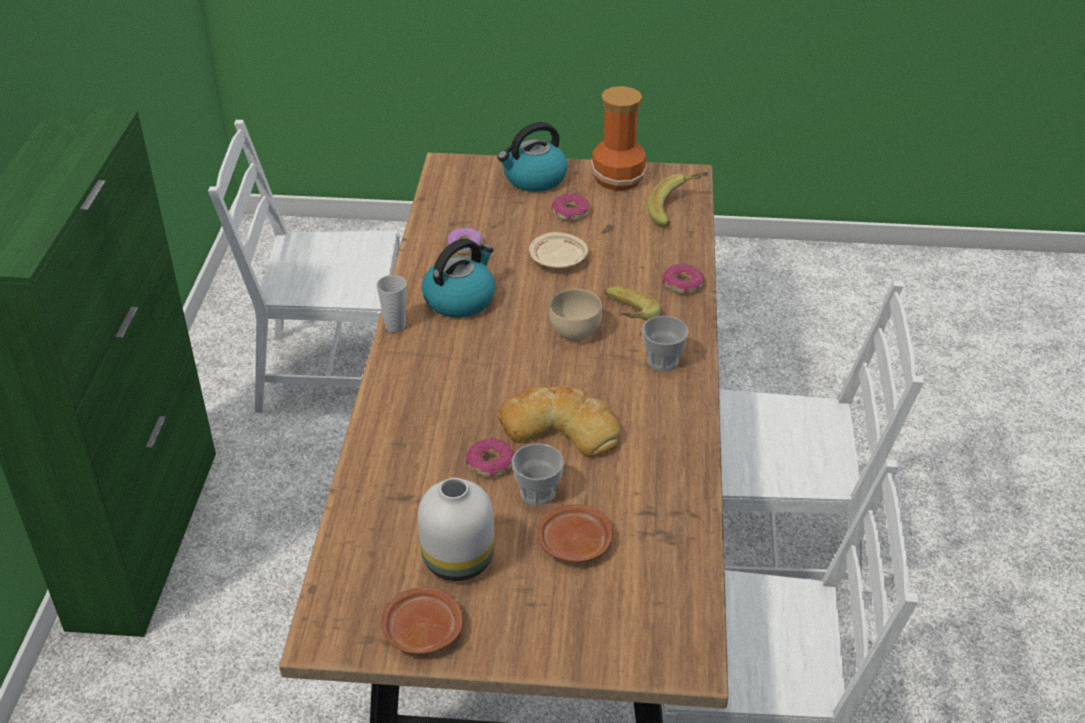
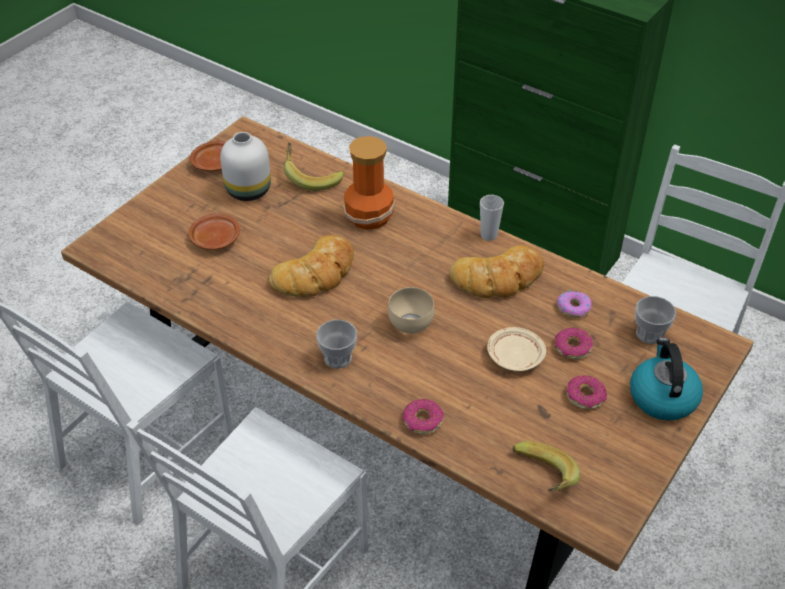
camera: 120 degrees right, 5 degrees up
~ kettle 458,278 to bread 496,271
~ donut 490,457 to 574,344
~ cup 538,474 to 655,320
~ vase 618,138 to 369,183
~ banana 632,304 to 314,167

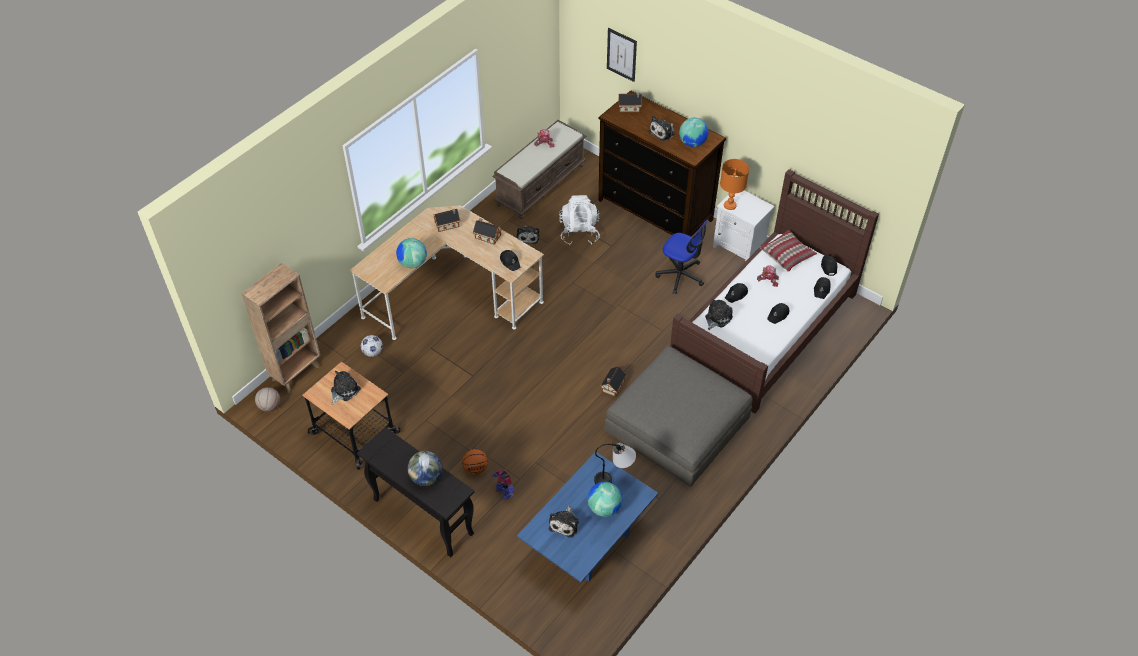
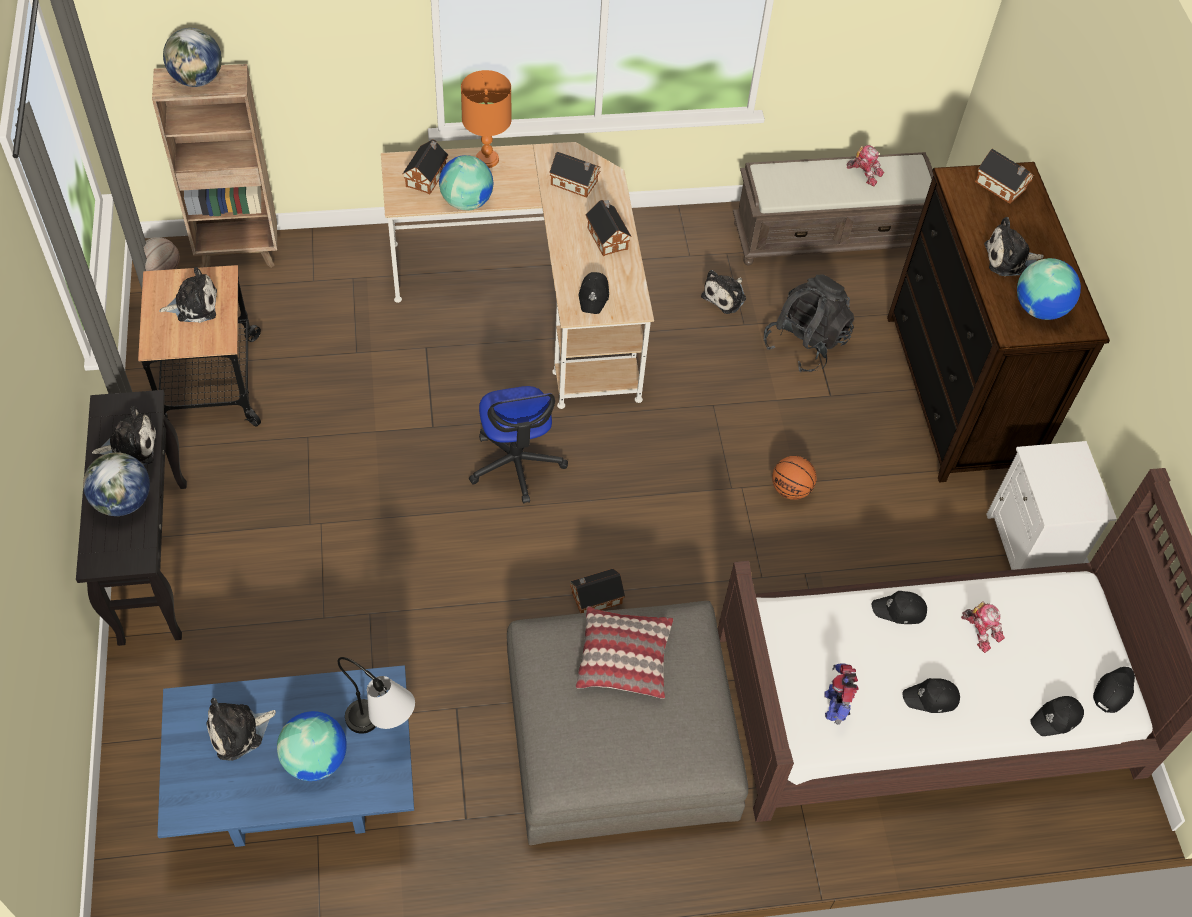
camera: 40 degrees right, 5 degrees up
- football 372,346
~ basketball 475,462 to 794,478
~ toy robot 503,484 to 842,694
~ backpack in white 579,220 to backpack in black 808,323
- picture 622,55
~ office chair 681,257 to 518,445
~ plush toy 719,314 to 124,435
~ table lamp in orange 734,184 to 486,119
~ pillow 788,251 to 624,652
+ globe 192,57
+ toy house 425,166

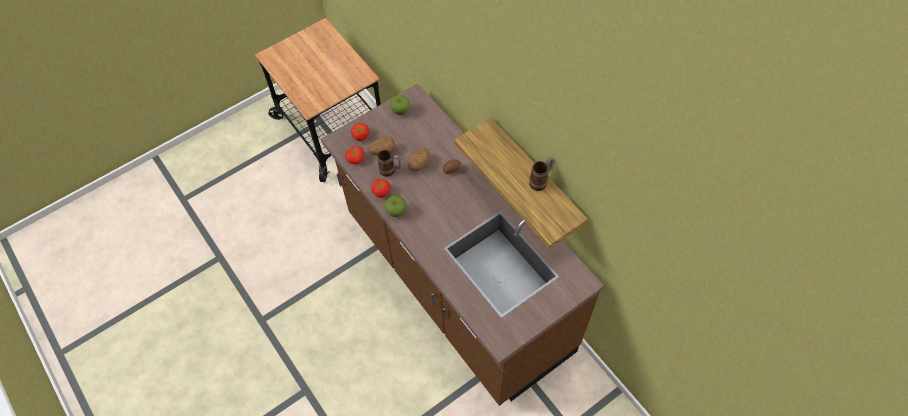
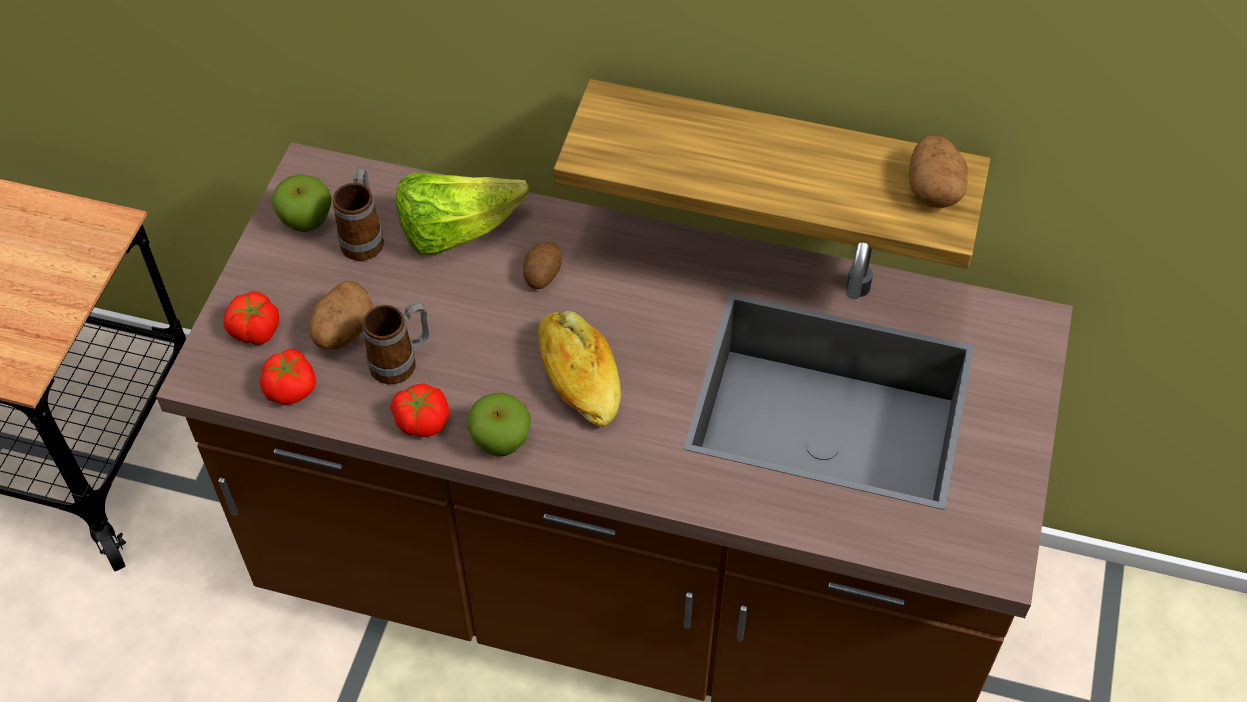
camera: 40 degrees left, 5 degrees down
~ potato 418,159 to 938,171
~ mug 541,174 to 358,214
+ lettuce 462,213
+ bread 579,369

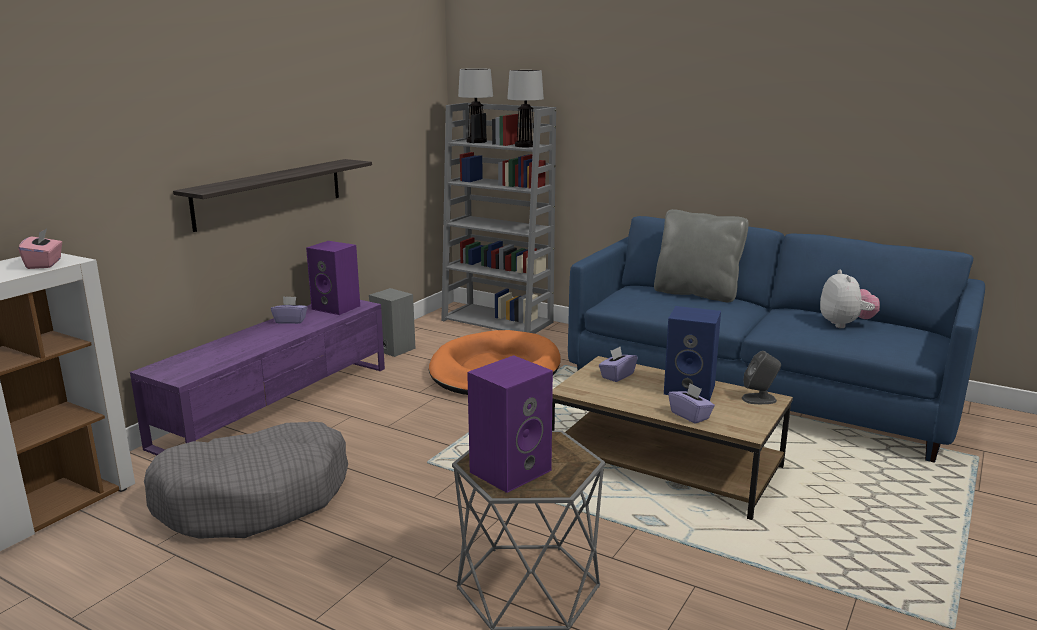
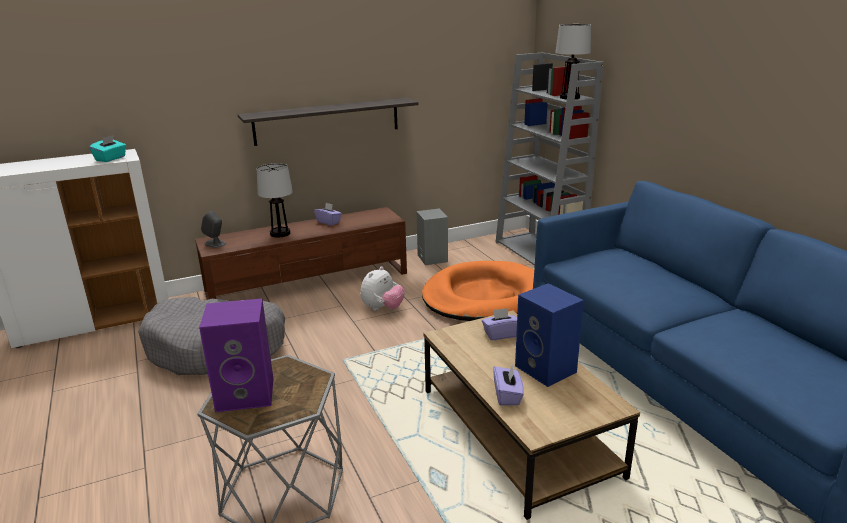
camera: 35 degrees right, 5 degrees up
~ tissue box in pink 40,249 to tissue box in turquoise 107,148
~ tv stand in purple 257,377 to tv stand in brown 301,253
- speaker in purple 333,278
~ table lamp 475,105 to 275,200
- pillow in grey 701,255
~ speaker in grey 761,377 to 213,229
~ plush toy 850,299 to 382,288

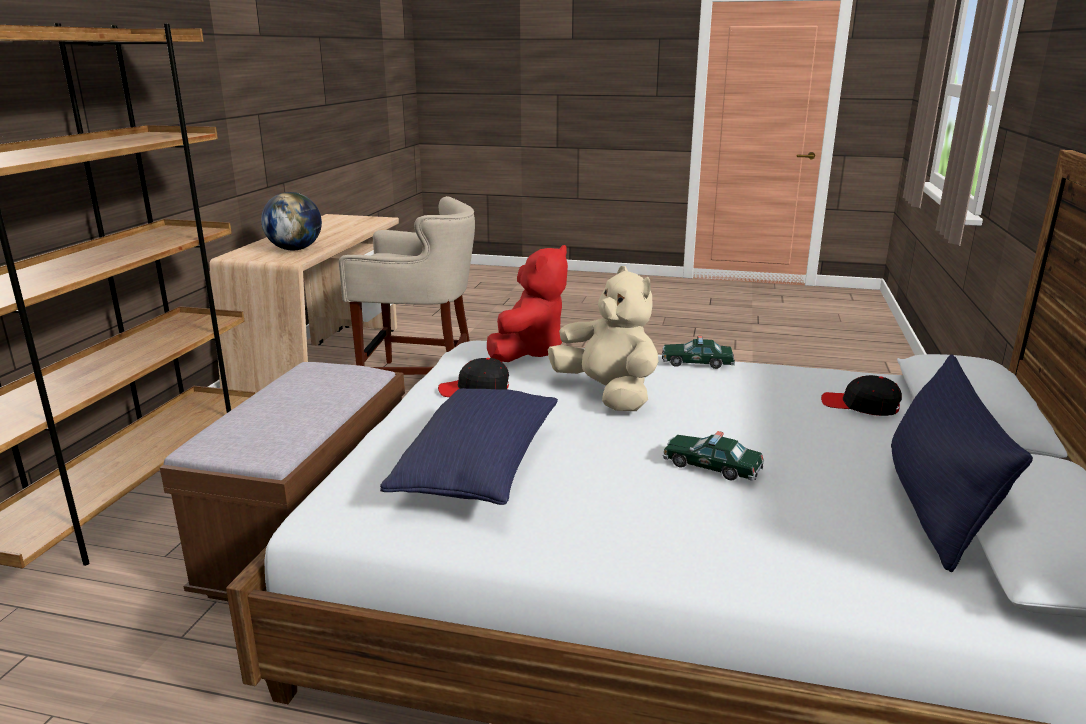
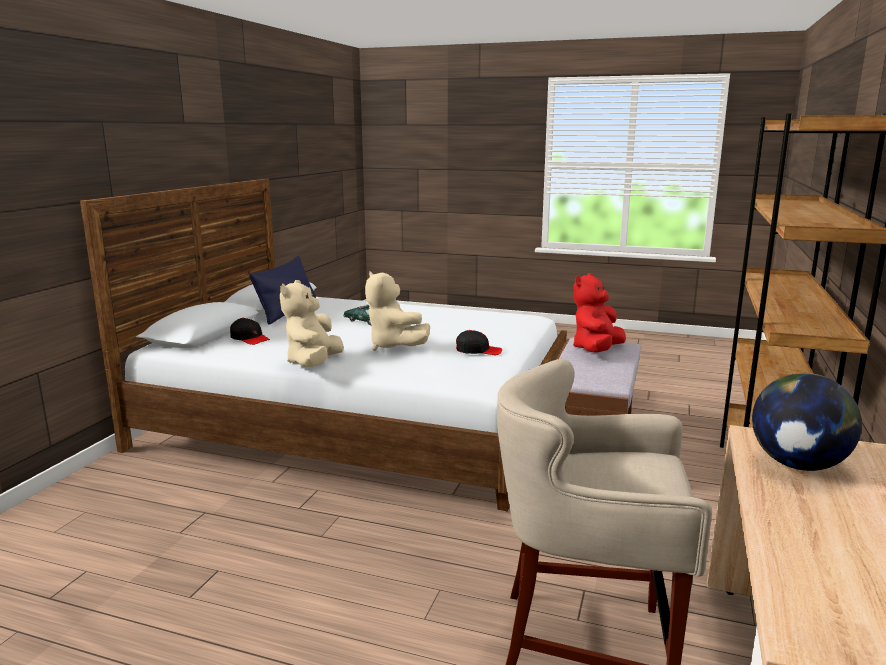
camera: 175 degrees left, 5 degrees down
- pillow in blue 469,446
~ plush toy in red 527,303 to 599,313
~ toy car 698,352 to plush toy in beige 312,323

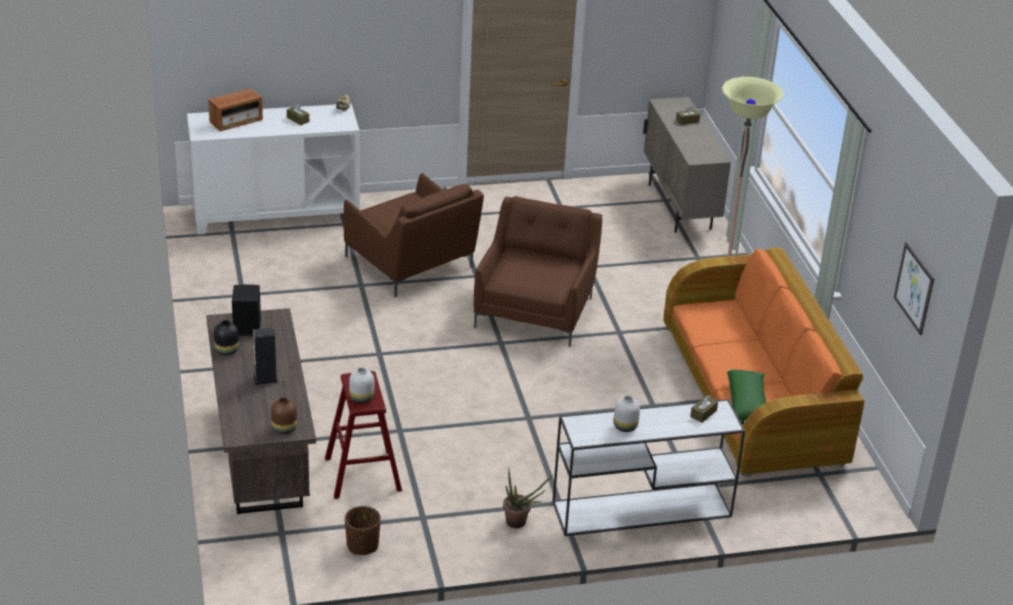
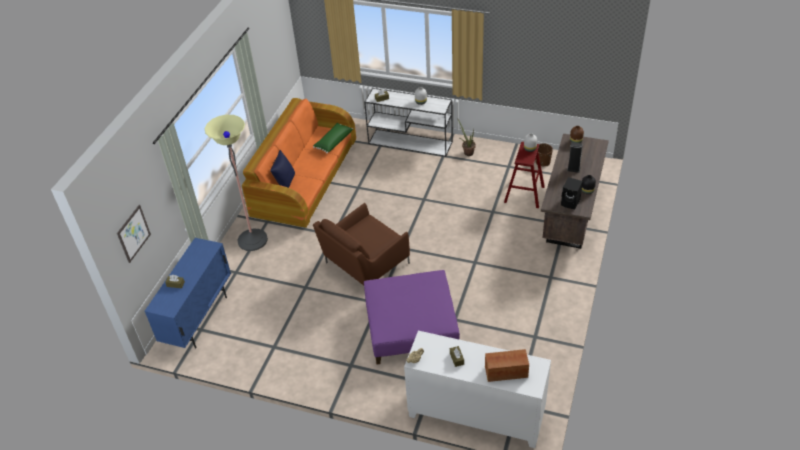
camera: 145 degrees left, 10 degrees up
~ armchair in brown 414,235 to ottoman in purple 412,317
~ cabinet in beige 687,165 to cabinet in blue 187,293
~ picture 914,288 to 134,234
+ pillow in blue 282,169

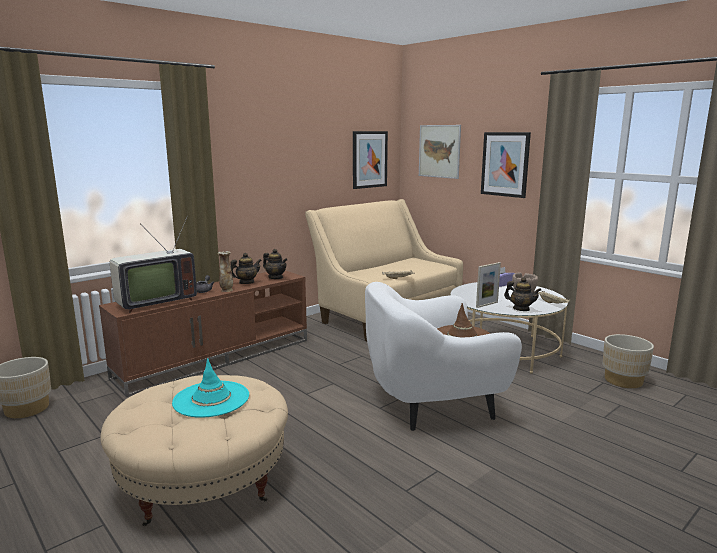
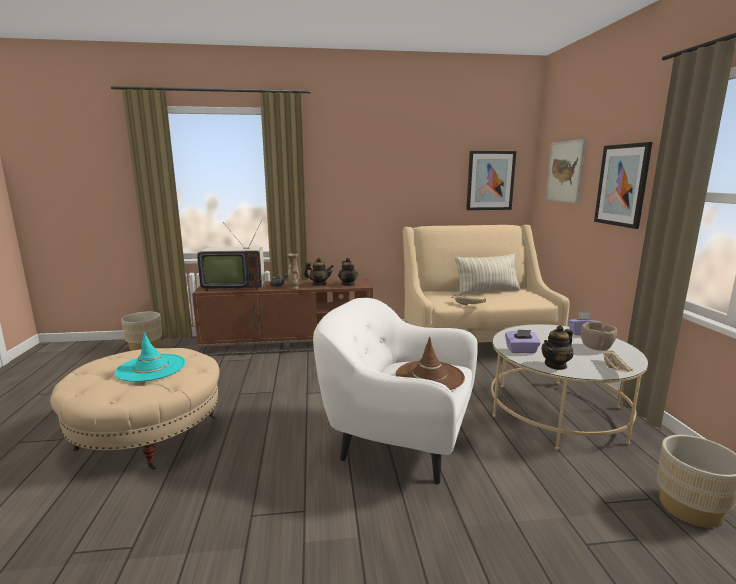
camera: 35 degrees right, 0 degrees up
~ picture frame 488,285 to tissue box in purple 522,341
~ teapot 522,294 = 557,347 75 degrees clockwise
+ pillow 487,274

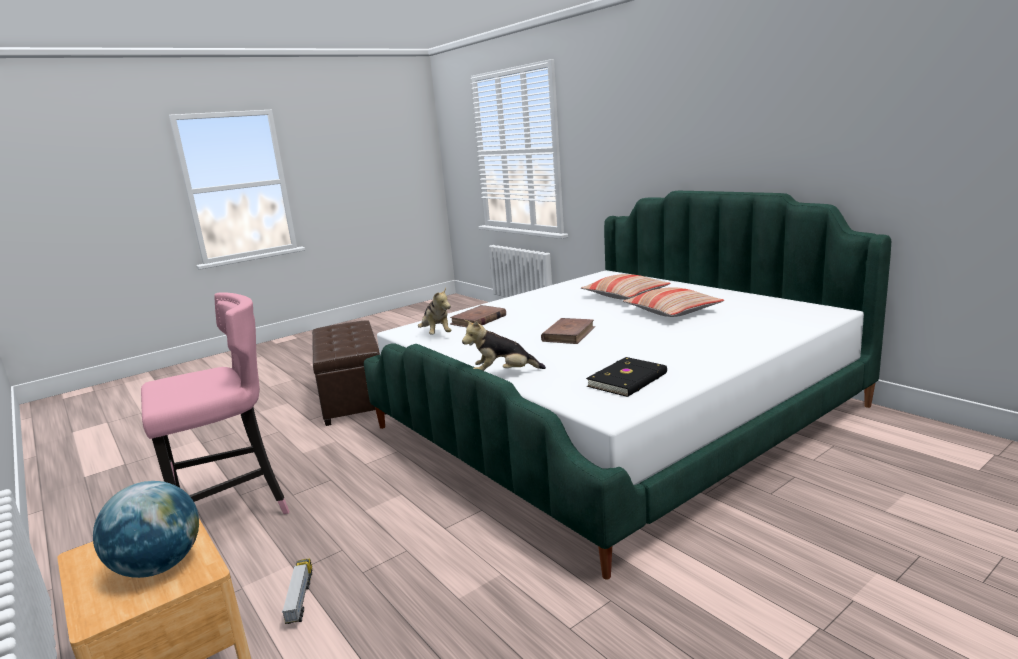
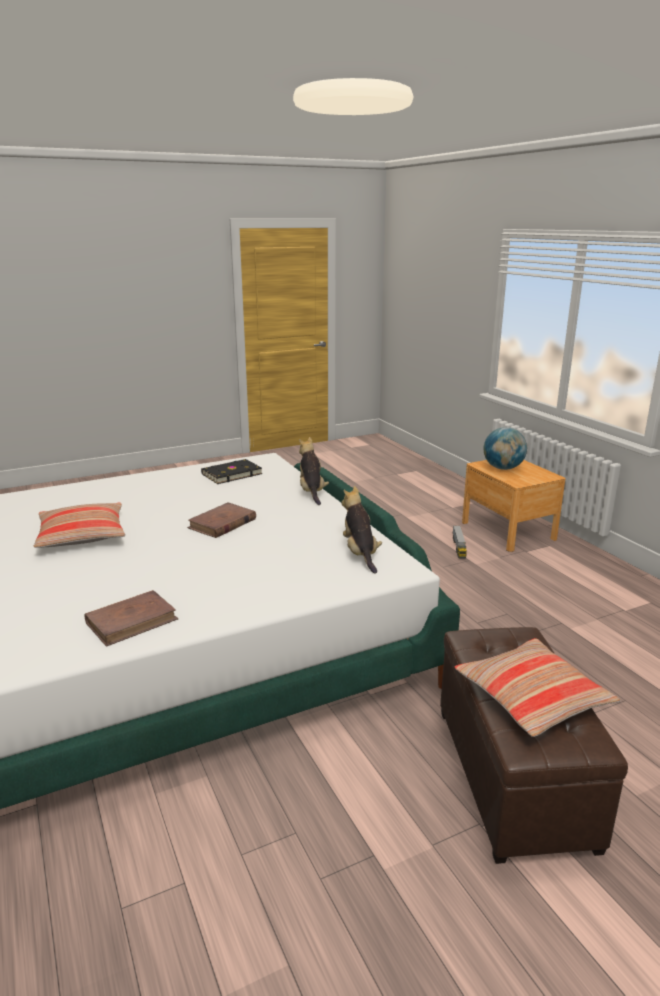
camera: 170 degrees left, 5 degrees up
- stool in pink 215,403
~ book in brown 478,316 to 131,618
~ plush toy 504,345 = 314,471 105 degrees counterclockwise
~ pillow 626,287 to 538,687

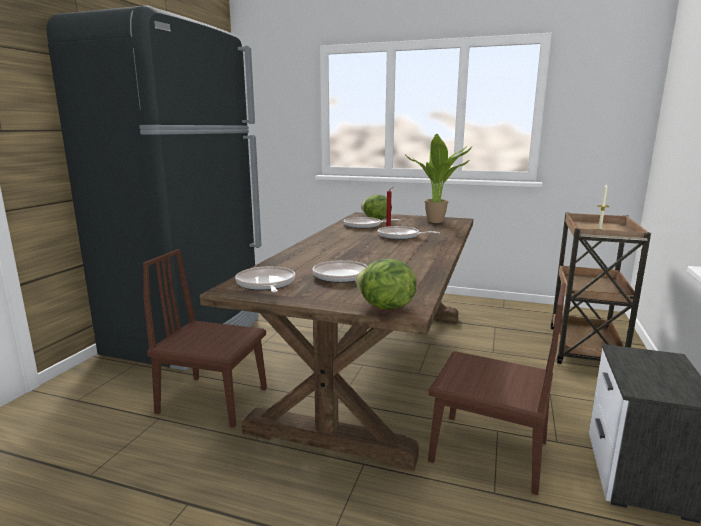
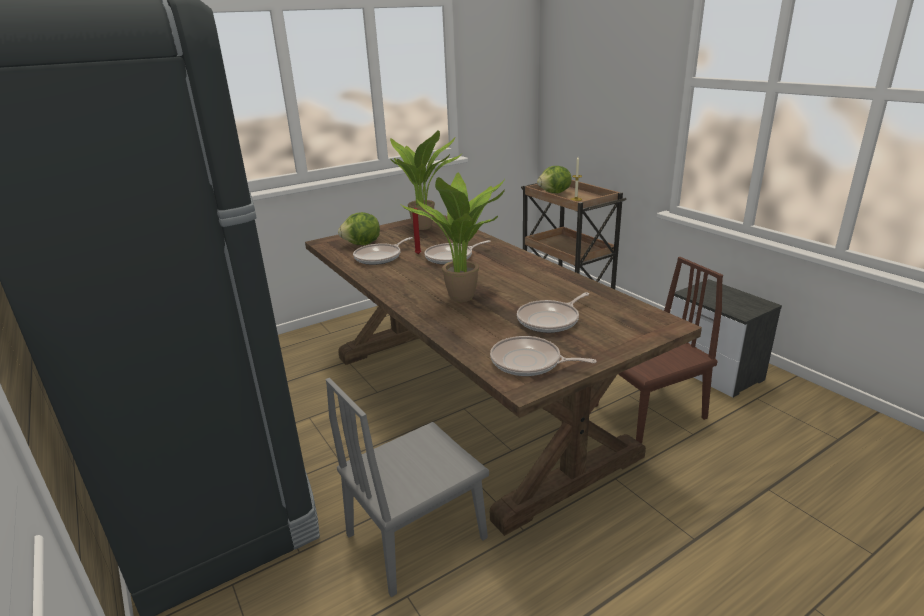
camera: 50 degrees left, 10 degrees up
~ chair in brown 205,338 to chair in grey 407,487
~ lettuce 385,284 to 554,179
+ potted plant 452,237

